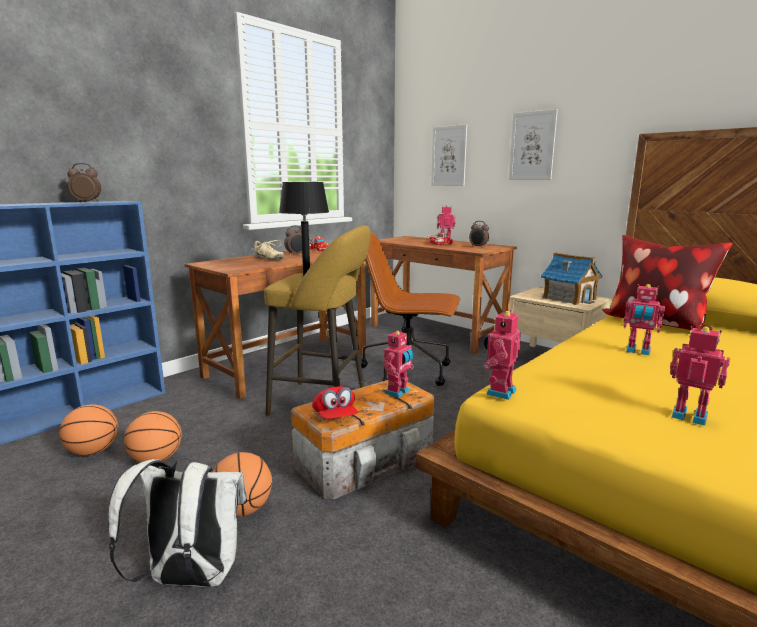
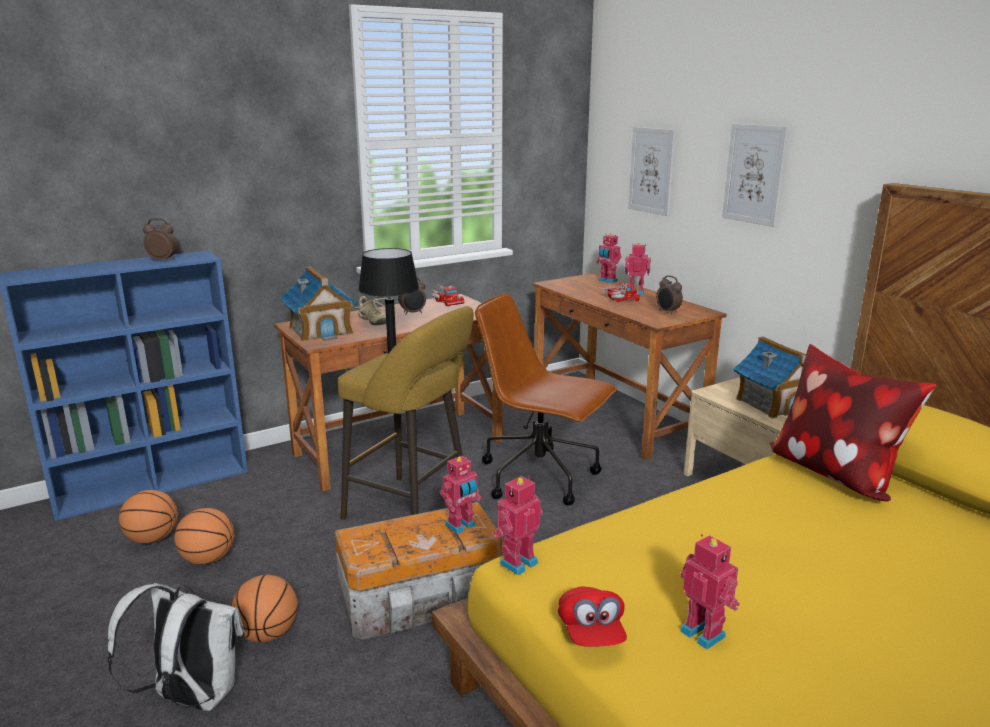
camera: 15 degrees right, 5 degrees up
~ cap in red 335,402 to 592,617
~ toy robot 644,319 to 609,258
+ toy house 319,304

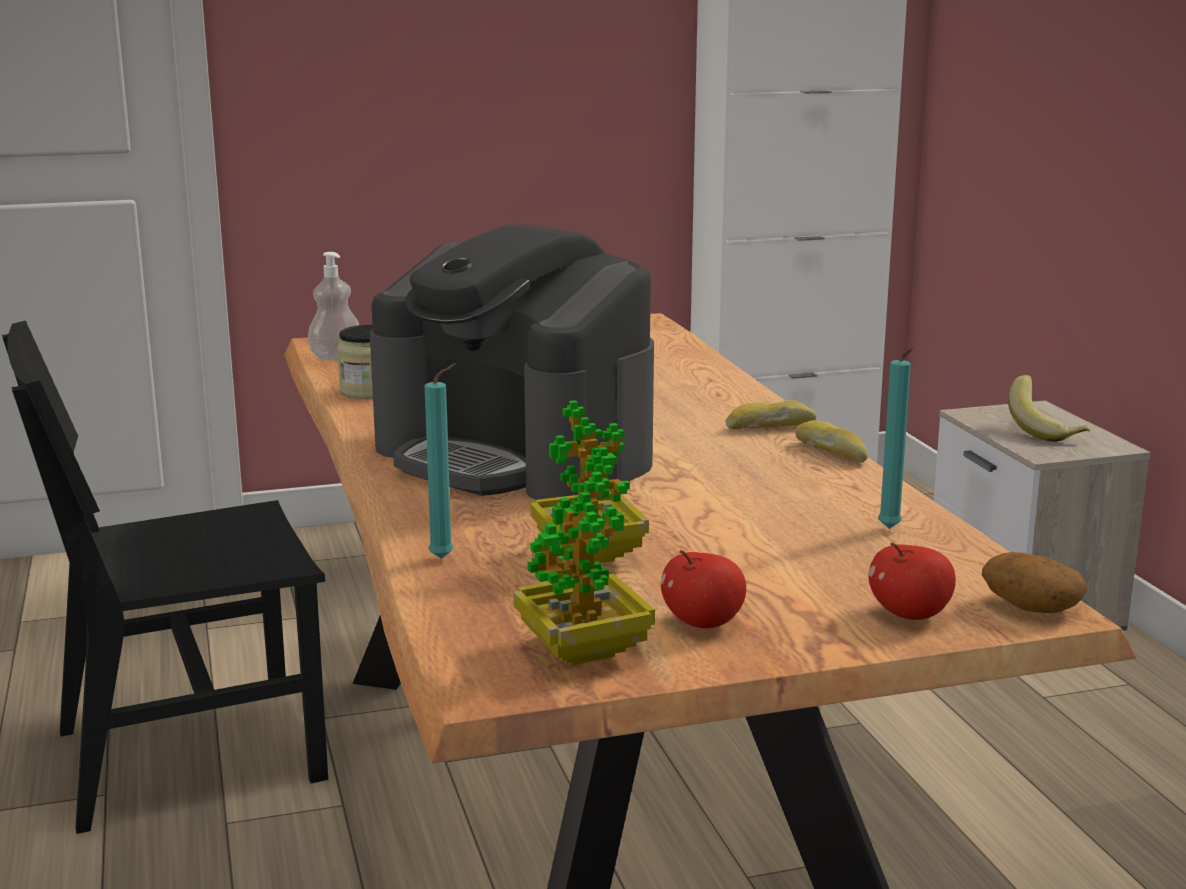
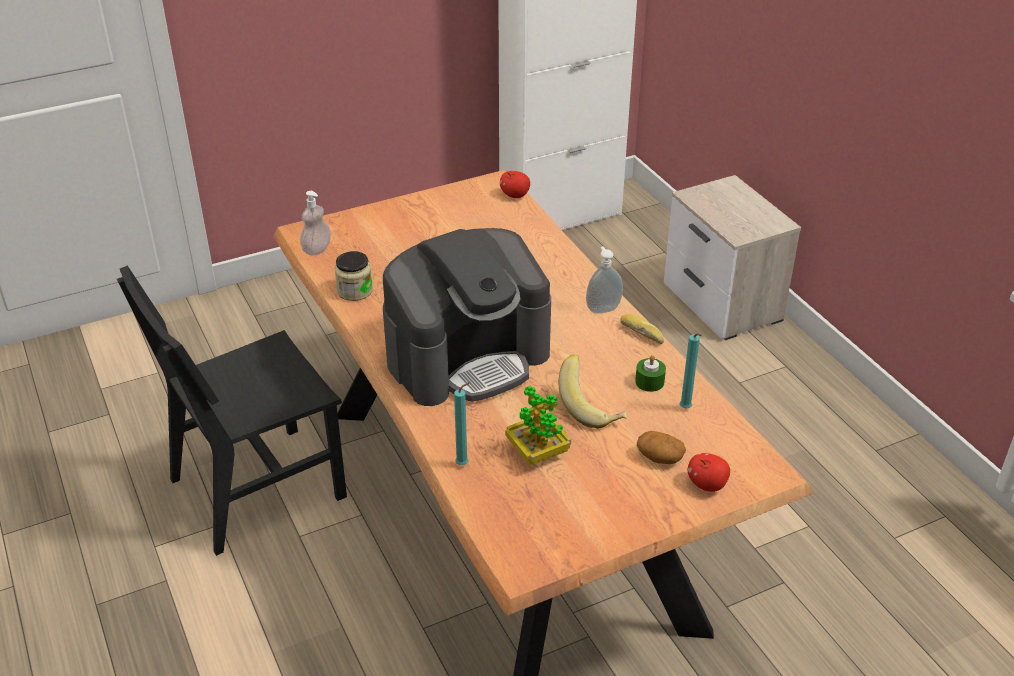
camera: 10 degrees left, 20 degrees up
~ coffee machine 512,362 = 467,317 60 degrees counterclockwise
- potted plant 584,569
~ apple 703,589 to 515,184
~ bread 770,414 to soap dispenser 604,280
~ potato 1034,582 to 661,447
~ banana 1049,408 to 593,391
+ candle in green 650,373

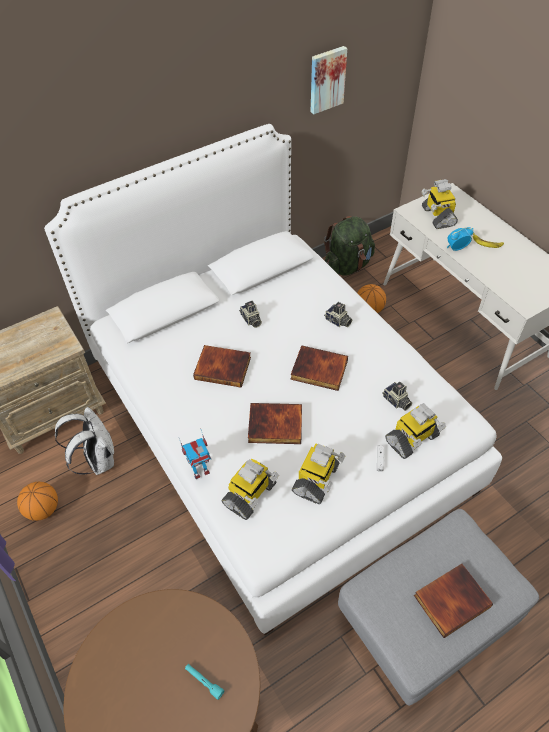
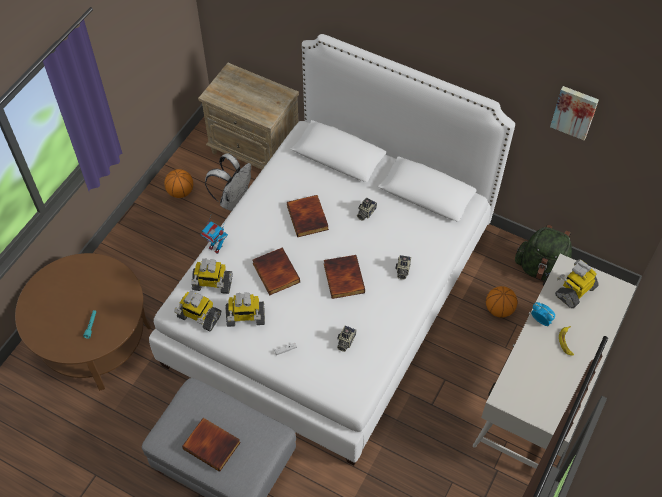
camera: 60 degrees right, 5 degrees up
~ toy robot 415,431 to 197,311

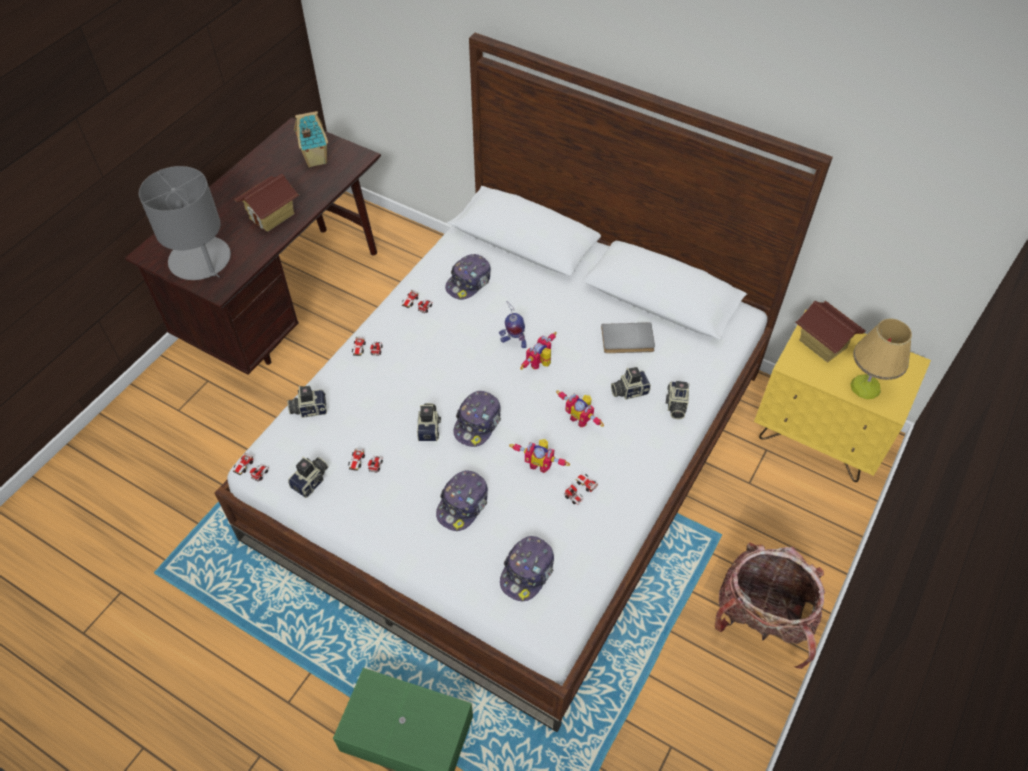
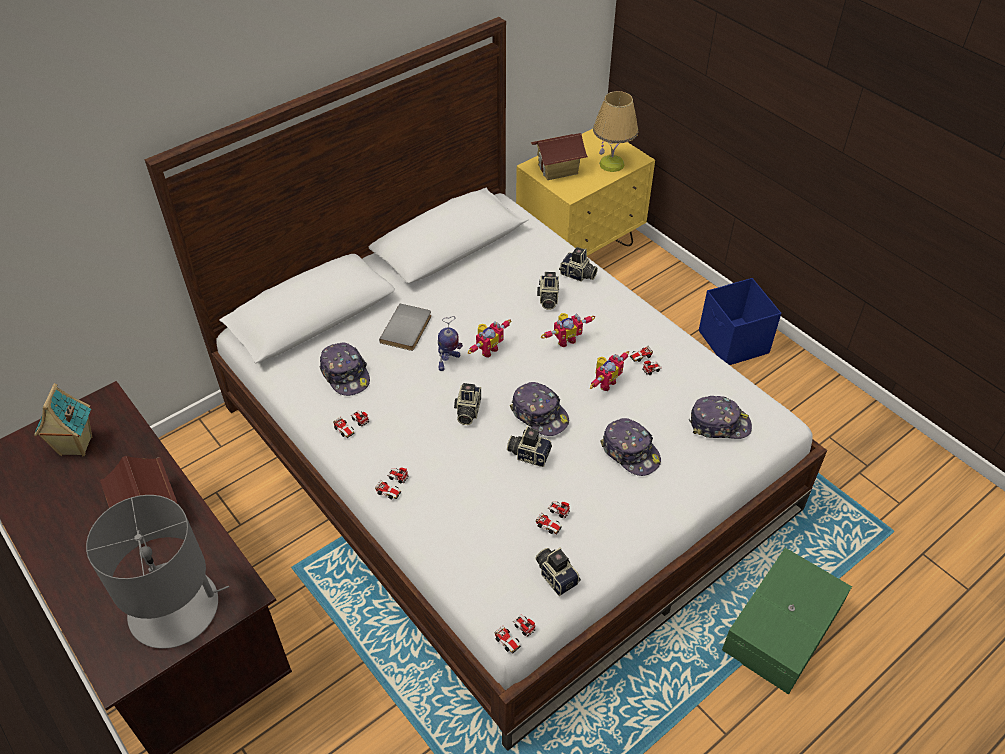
camera: 70 degrees left, 5 degrees down
~ photo camera 307,402 to 467,404
~ cap 527,568 = 720,417 45 degrees counterclockwise
~ toy robot 539,351 = 489,338 105 degrees counterclockwise
~ book in grey 628,338 to 405,327
~ backpack 770,605 to storage box in blue 740,321

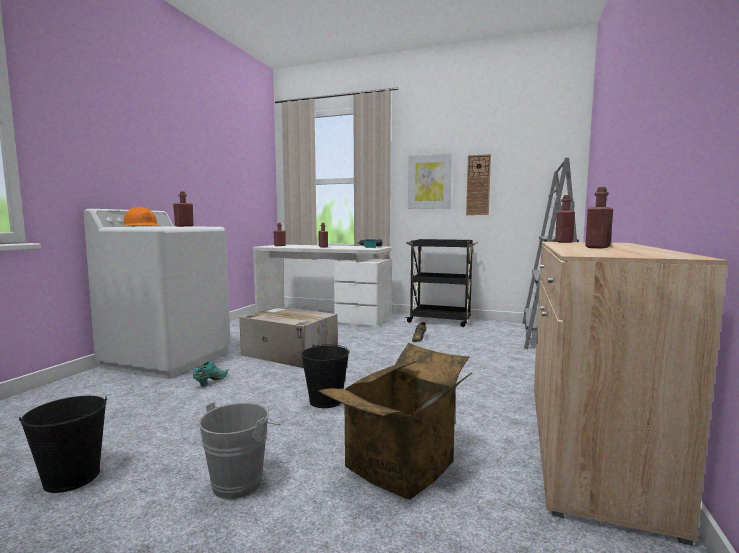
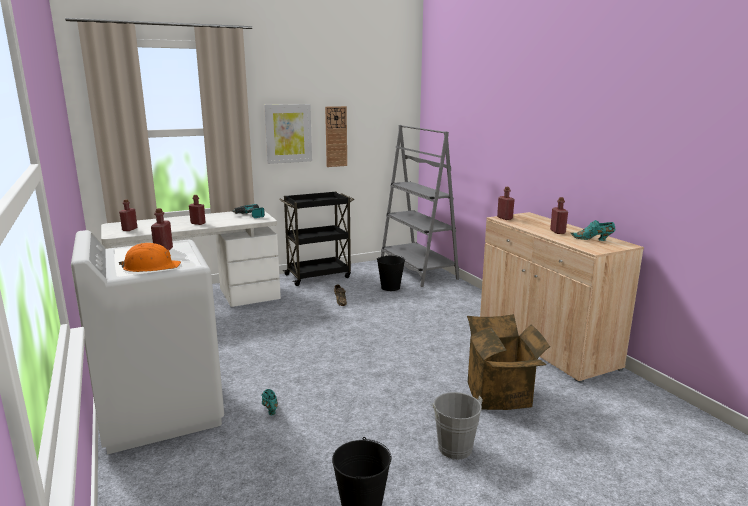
camera: 45 degrees left, 10 degrees up
- cardboard box 288,337
~ bucket in black 325,376 to 391,273
+ shoe in turquoise 593,230

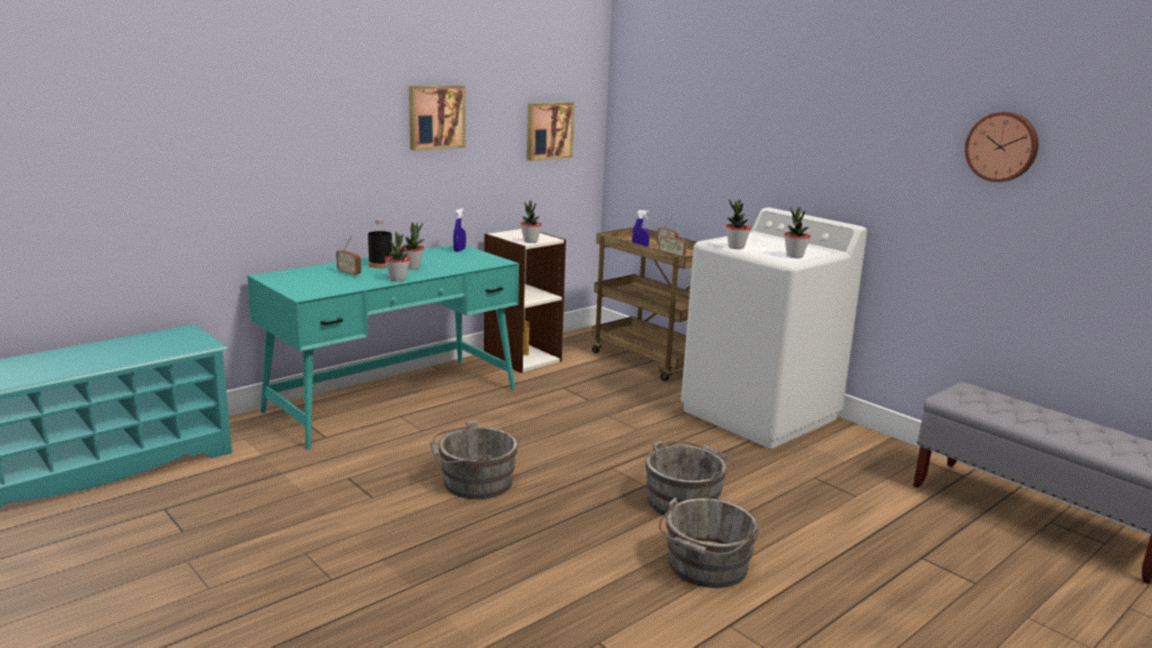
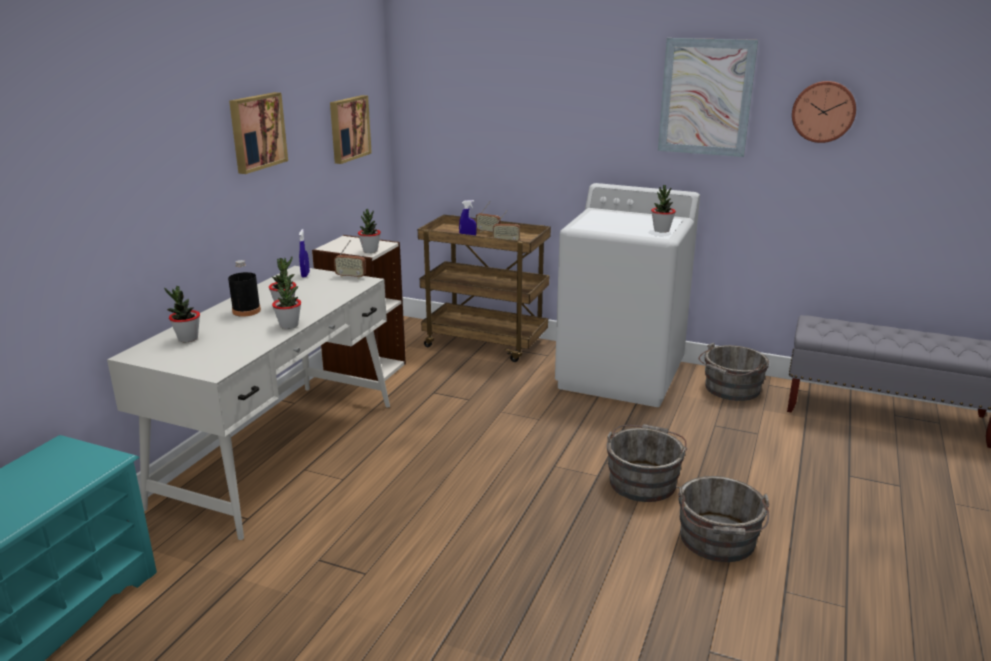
camera: 25 degrees left, 5 degrees up
~ desk in turquoise 383,347 to desk in white 248,403
~ radio 348,256 to 350,259
~ bucket in grey 474,460 to 734,372
~ potted plant 738,224 to 182,314
+ picture 708,97

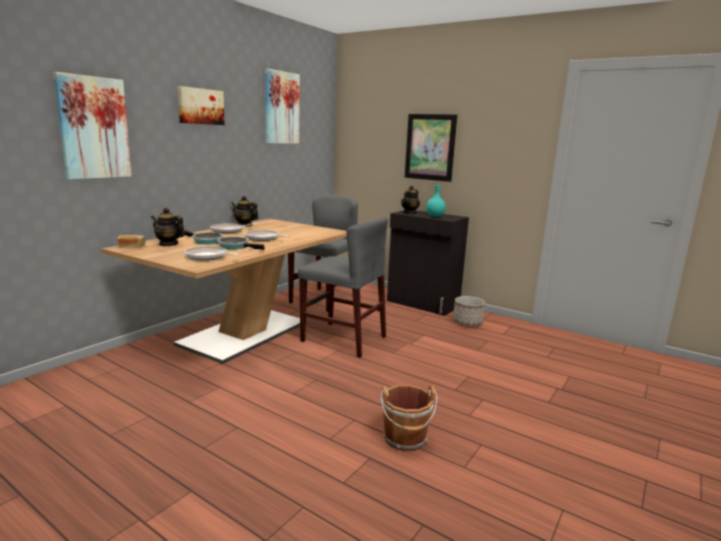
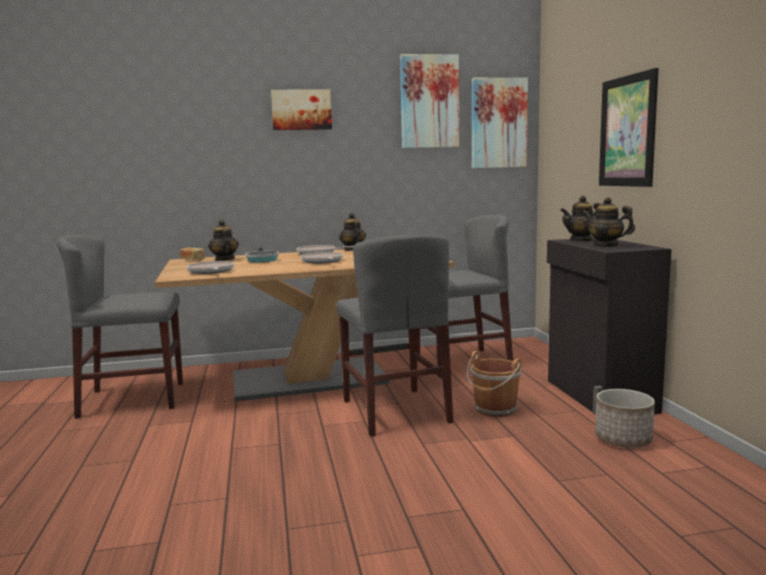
camera: 45 degrees right, 5 degrees down
~ picture 92,126 to 500,123
- frying pan 241,243
~ bucket in brown 409,418 to 494,384
~ bottle in turquoise 436,199 to teapot 608,222
+ chair in grey 120,327

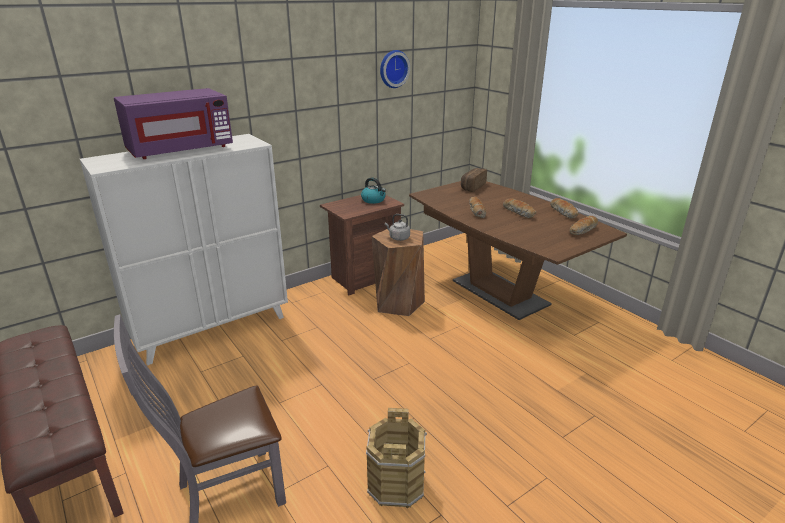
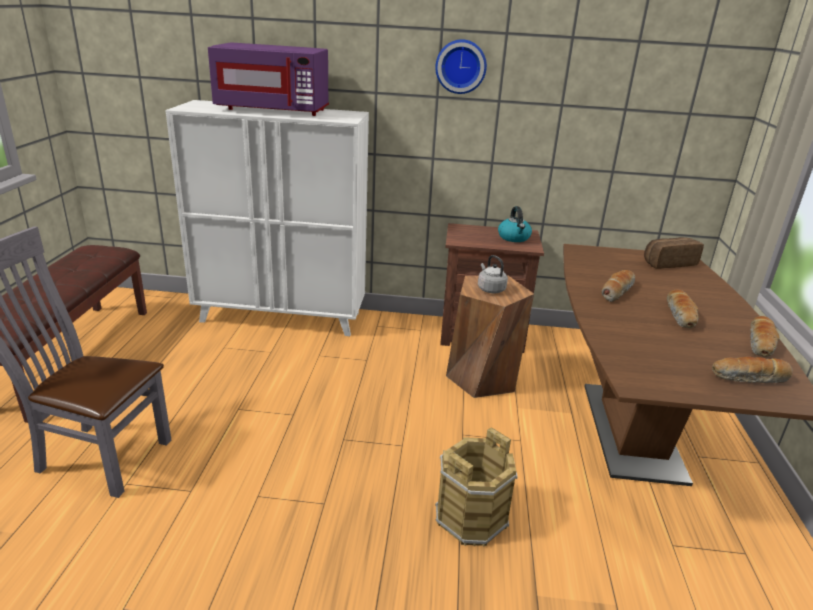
camera: 40 degrees right, 0 degrees up
~ bucket in brown 396,458 to 476,487
~ wall clock 395,69 to 461,66

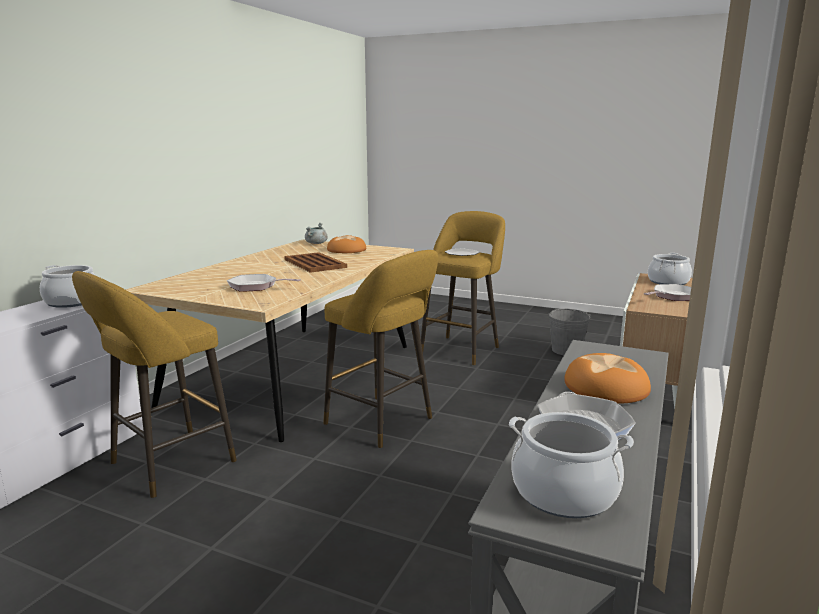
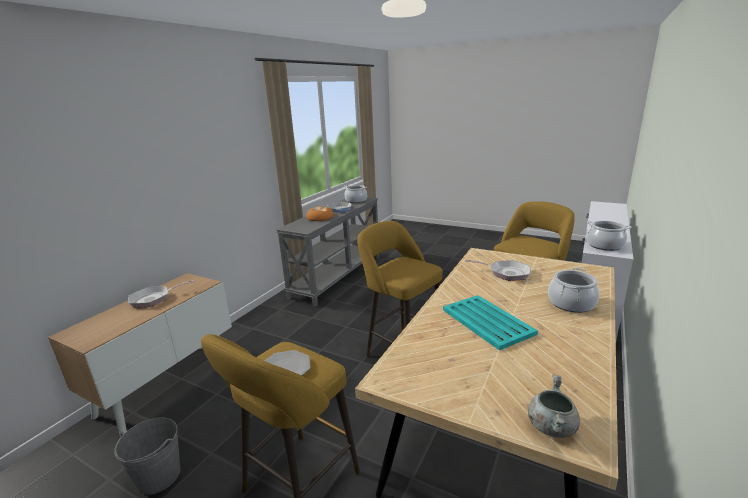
camera: 175 degrees left, 5 degrees up
~ tray in brown 315,262 to tray in turquoise 490,322
- bread 346,244
~ cooking pot 670,269 to 573,290

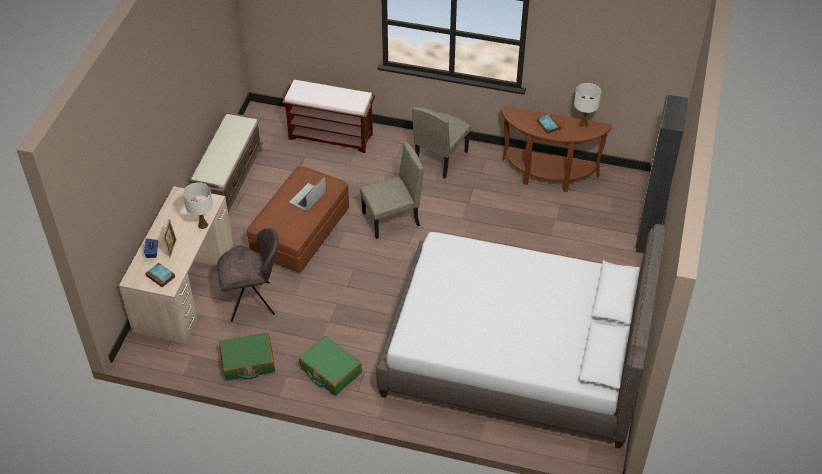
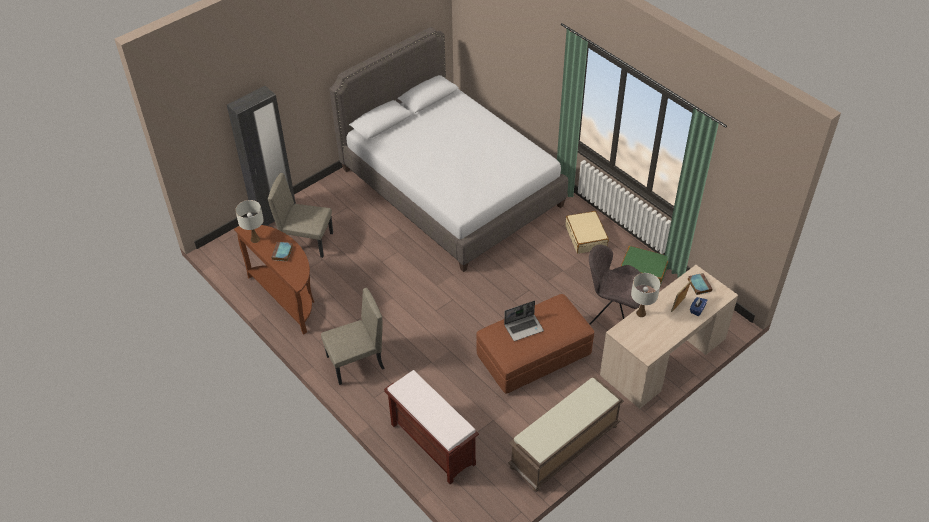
camera: 145 degrees left, 0 degrees up
~ suitcase in green 330,366 to suitcase in beige 587,232
~ chair in beige 392,190 to 300,215

